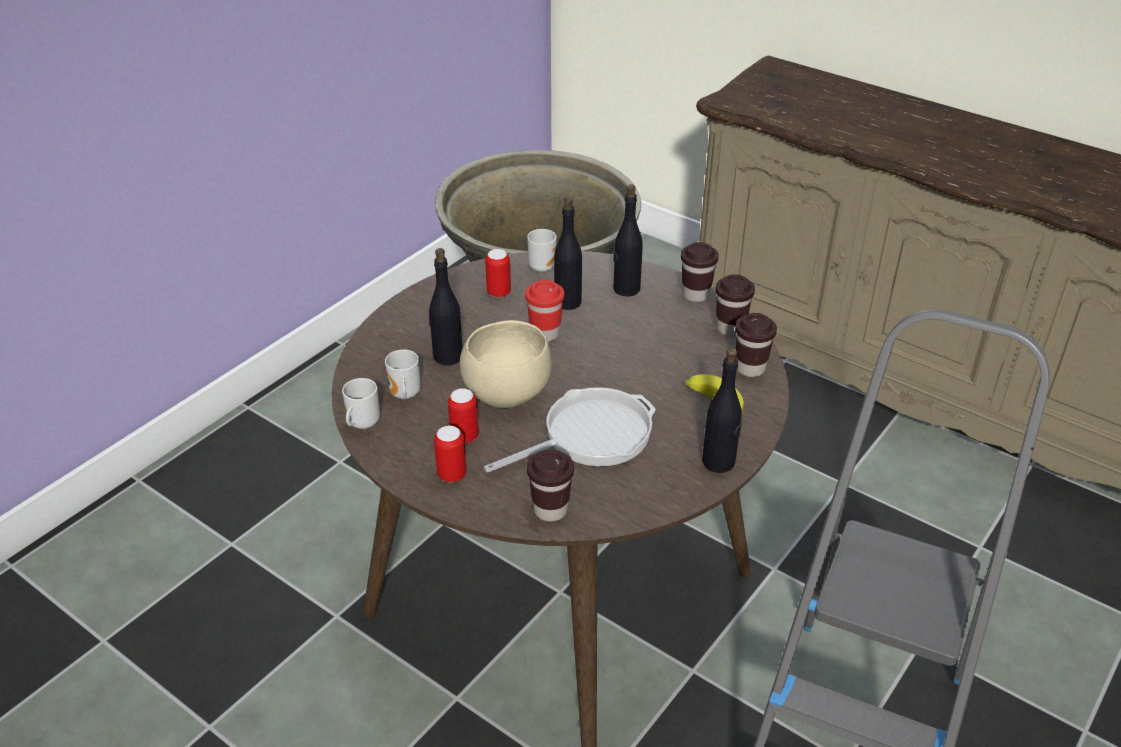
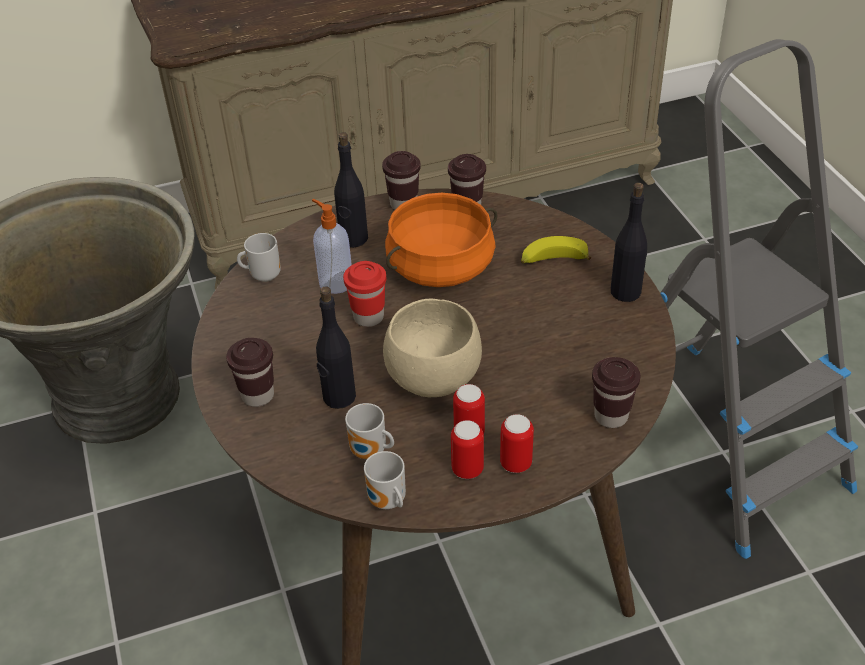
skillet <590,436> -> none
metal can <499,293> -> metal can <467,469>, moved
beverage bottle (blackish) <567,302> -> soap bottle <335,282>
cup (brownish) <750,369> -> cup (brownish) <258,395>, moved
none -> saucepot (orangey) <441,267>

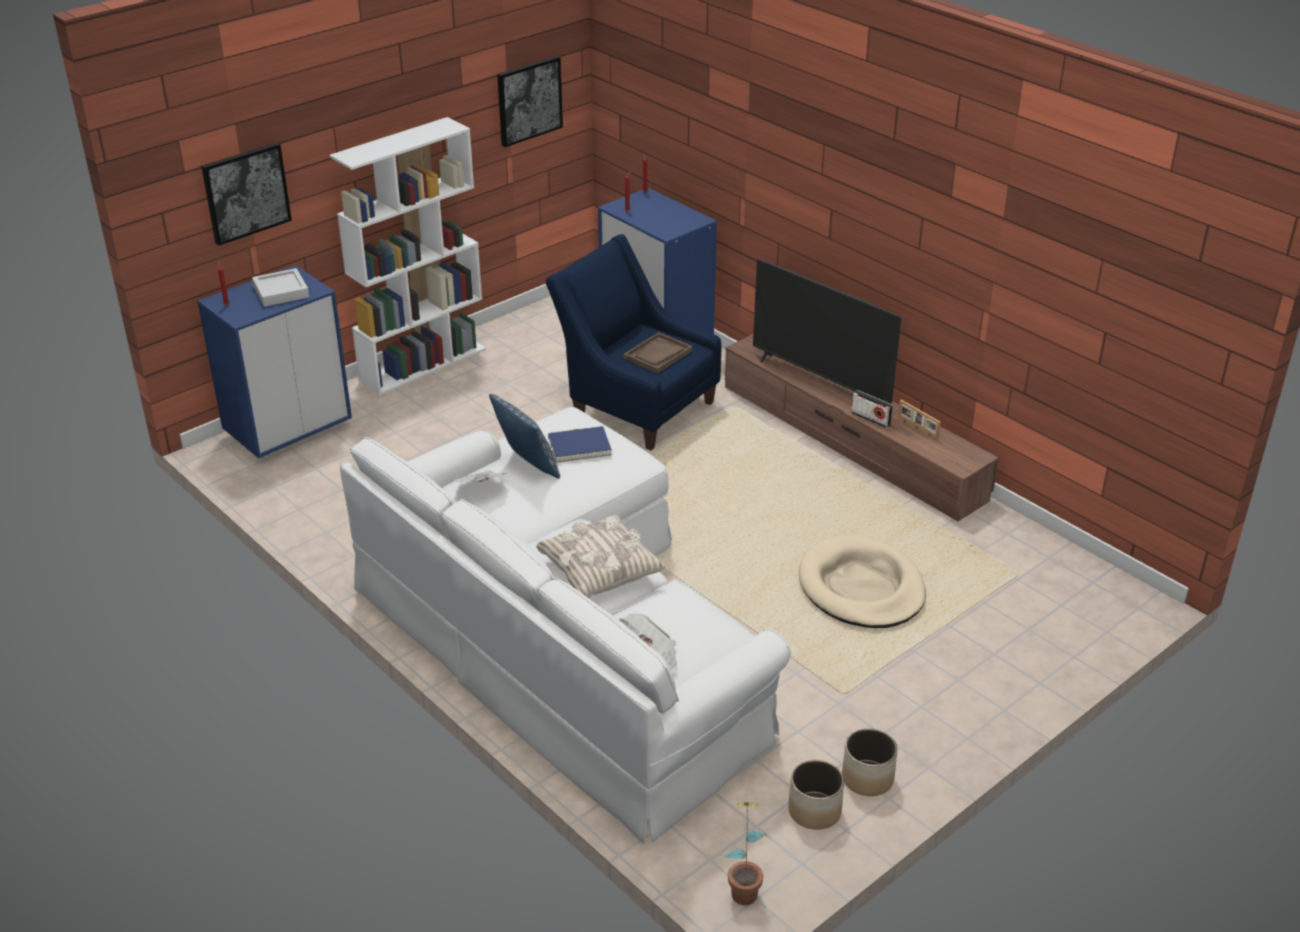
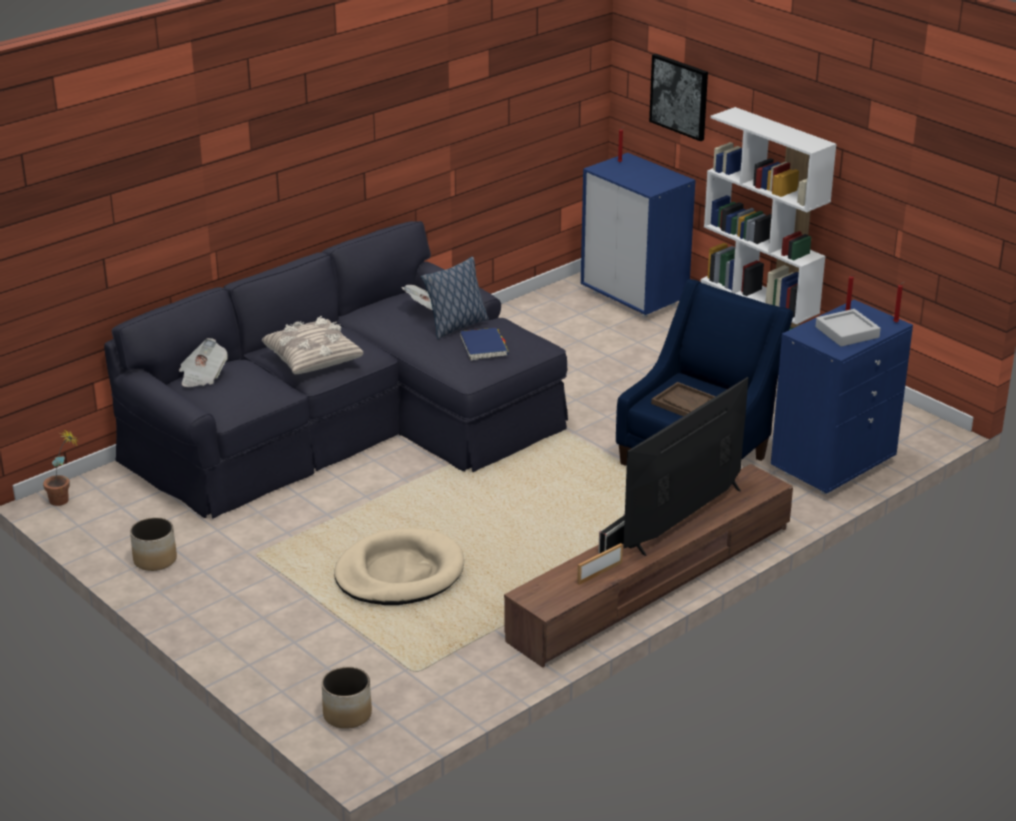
tray (grey) <281,292> -> tray (grey) <847,332>, moved
settee (whitish) <564,636> -> settee (blackish) <351,426>
wall art <529,100> -> none
planter <814,811> -> planter <346,714>, moved

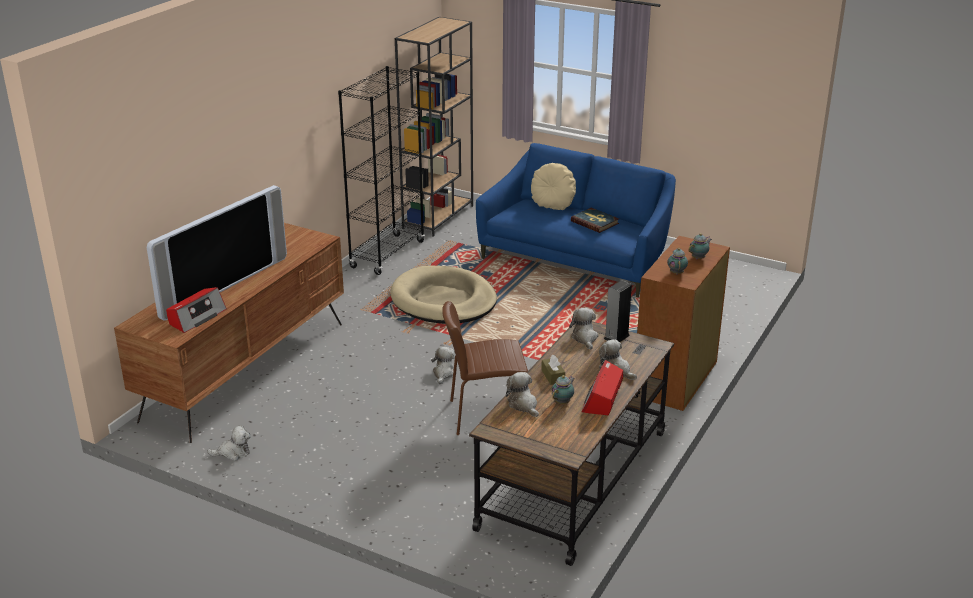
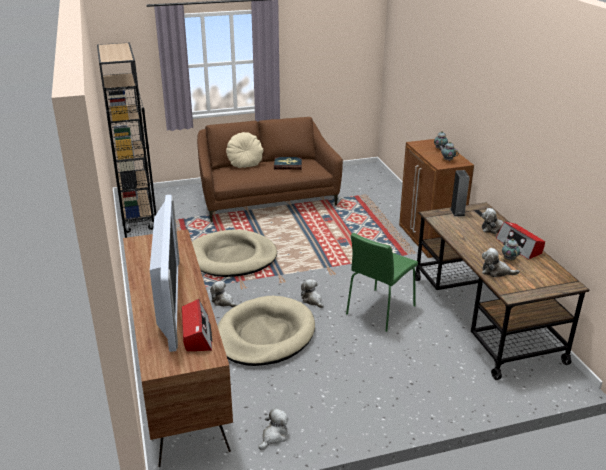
chair (brownish) <485,415> -> chair (green-coloured) <379,311>
settee (blue) <577,258> -> settee (brownish) <266,198>
tissue holder (brownish) <553,376> -> none
soft toy <585,338> -> soft toy <223,302>, moved
none -> dog cushion (beige-coloured) <265,335>

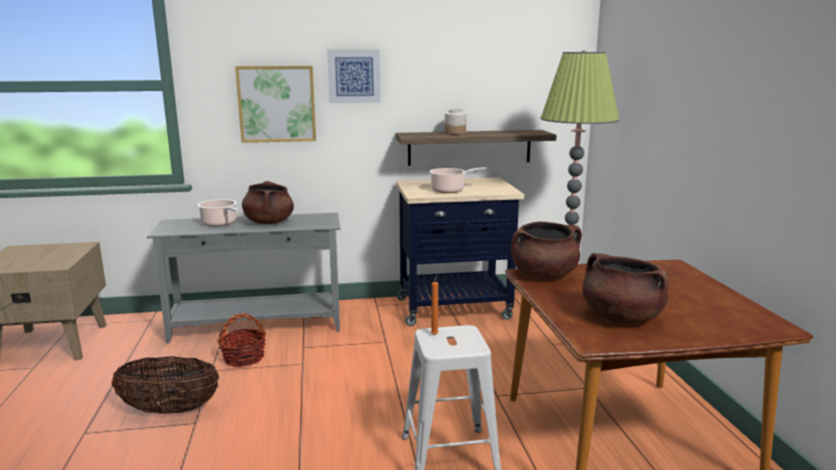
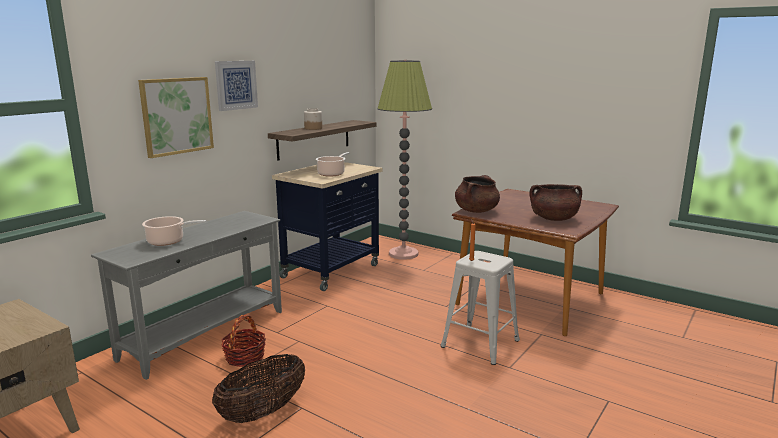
saucepot (brownish) <269,222> -> none

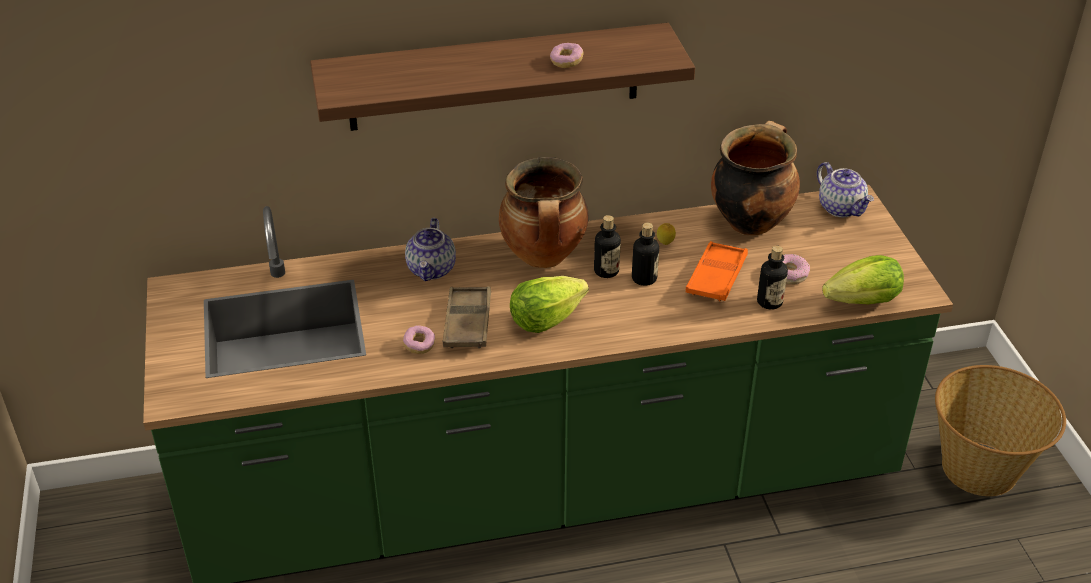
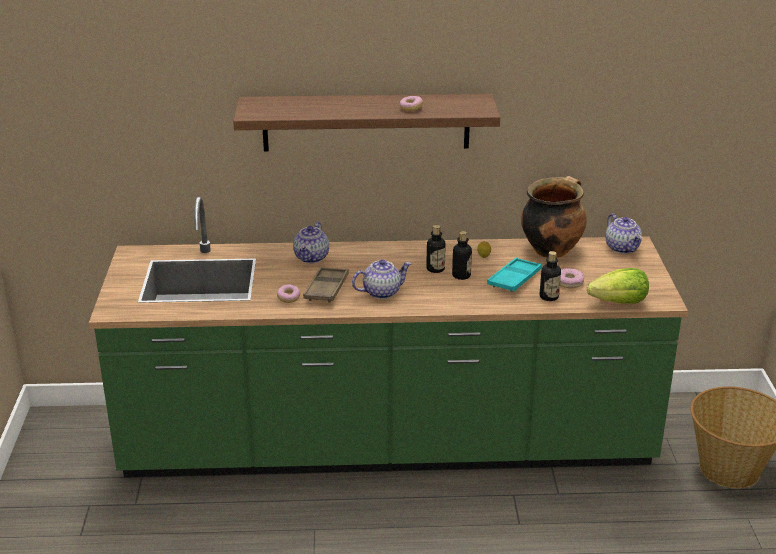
saucepot <544,257> -> none
lettuce head <545,319> -> pot for tea <382,292>
tray (orangey) <716,277> -> tray (turquoise-coloured) <514,279>

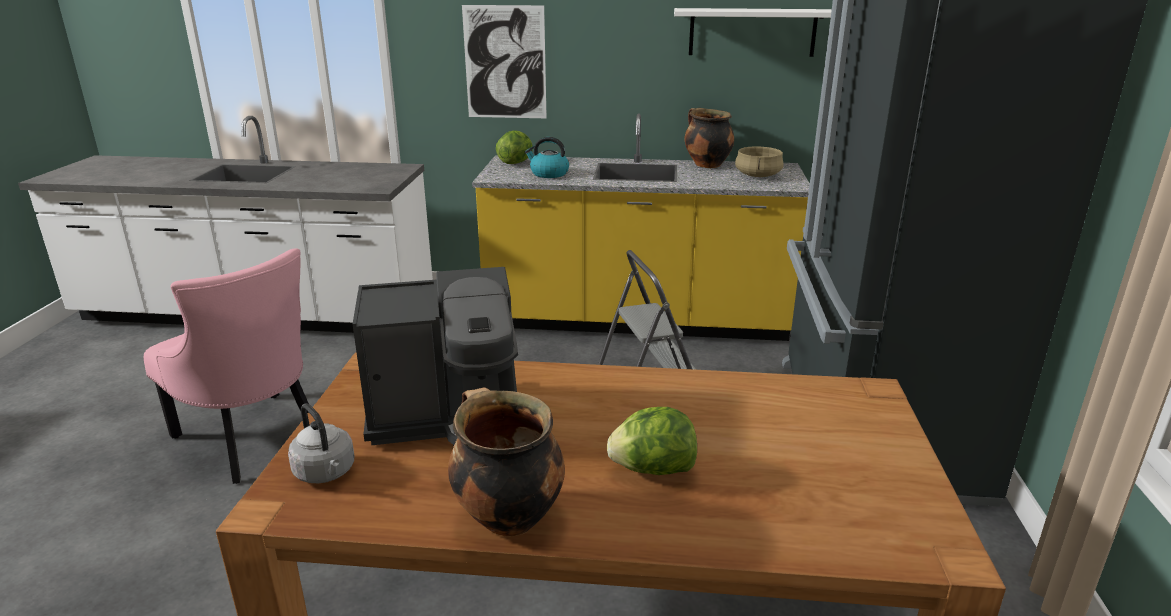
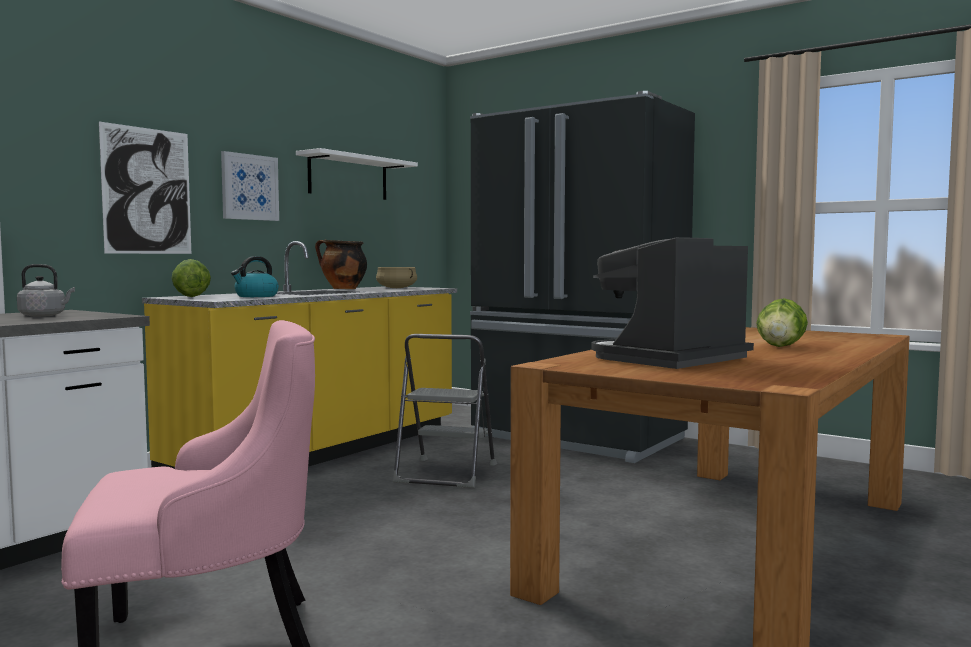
water kettle (grey) <326,473> -> water kettle (grey) <44,315>, moved
coffee maker <449,416> -> coffee maker <670,360>, 150 degrees counterclockwise
saucepot <506,516> -> none
none -> wall art <249,187>

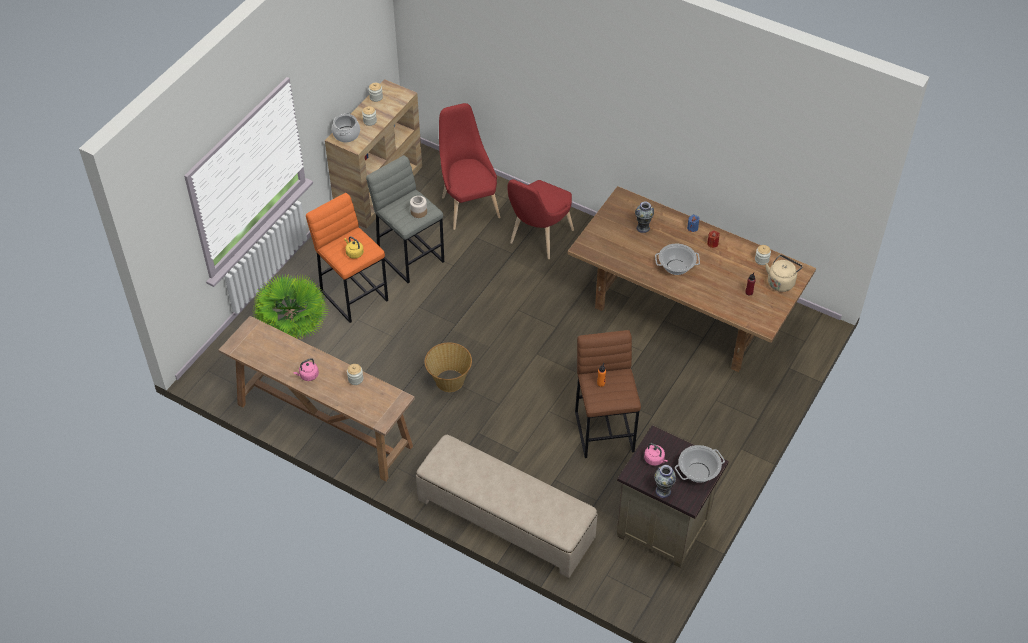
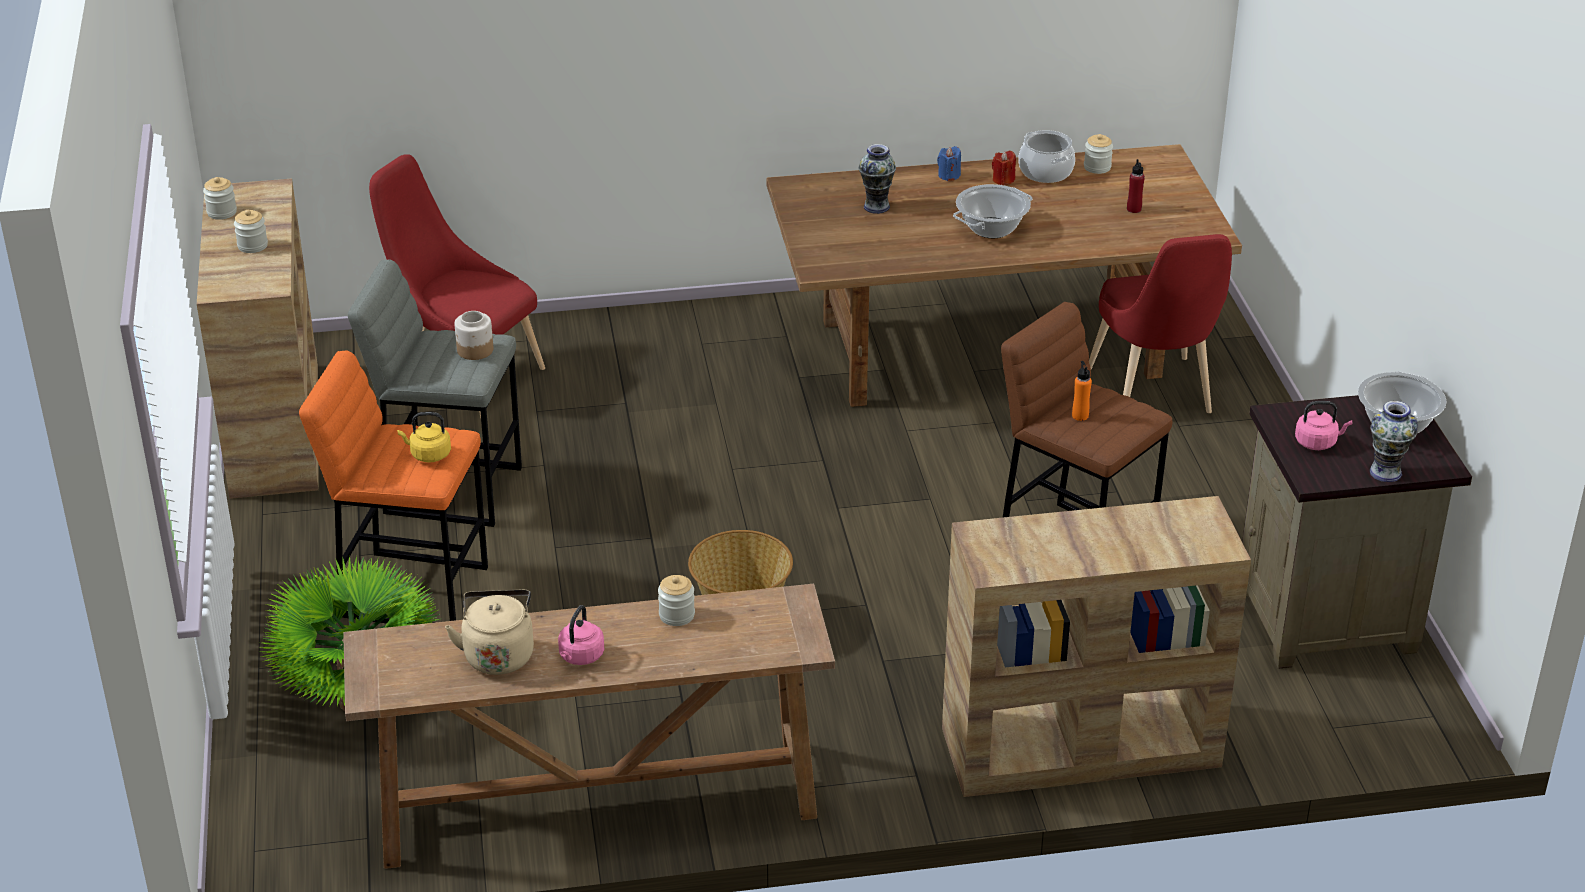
saucepot <346,134> -> saucepot <1046,172>, moved
bench (beige-coloured) <504,518> -> shelving unit (brownish) <1081,749>
chair (red-coloured) <538,239> -> chair (red-coloured) <1153,396>, moved
water kettle (beige-coloured) <781,282> -> water kettle (beige-coloured) <498,654>, moved

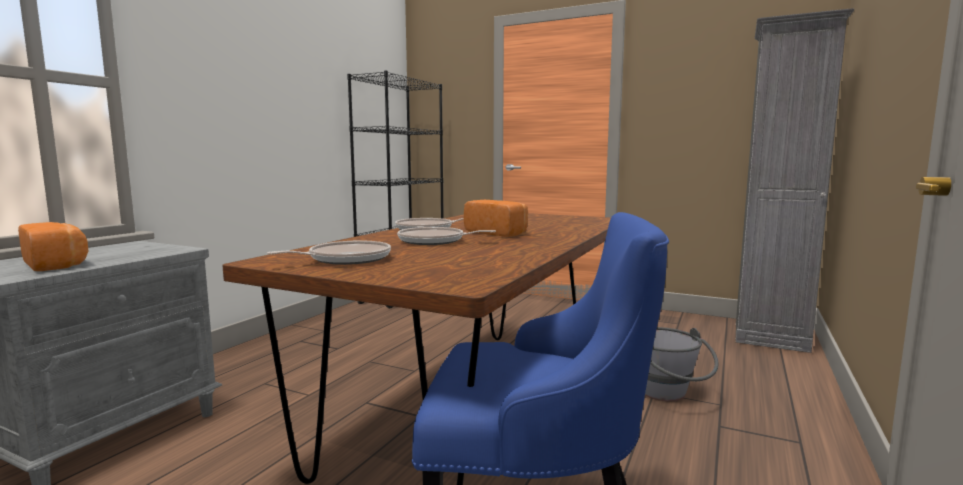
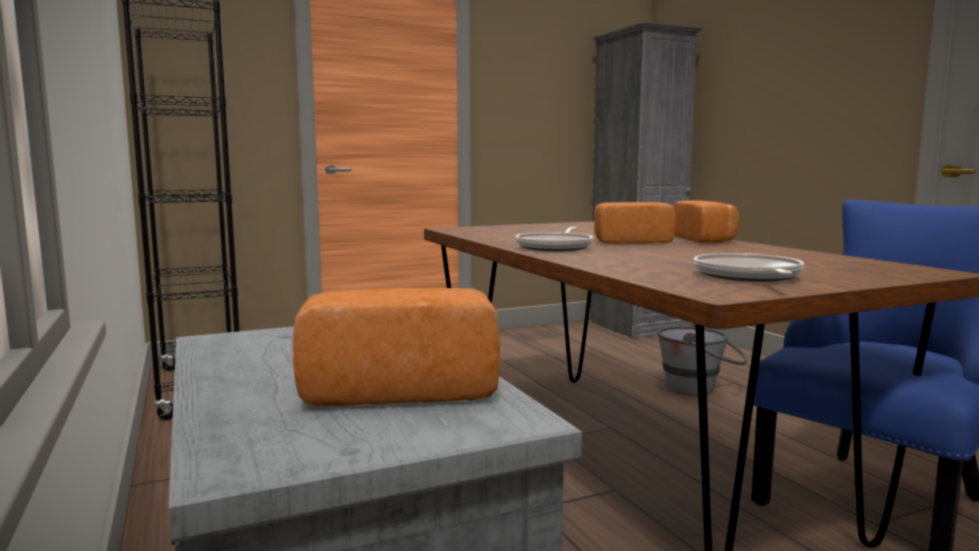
skillet <434,241> -> none
none -> bakery bread <705,240>

